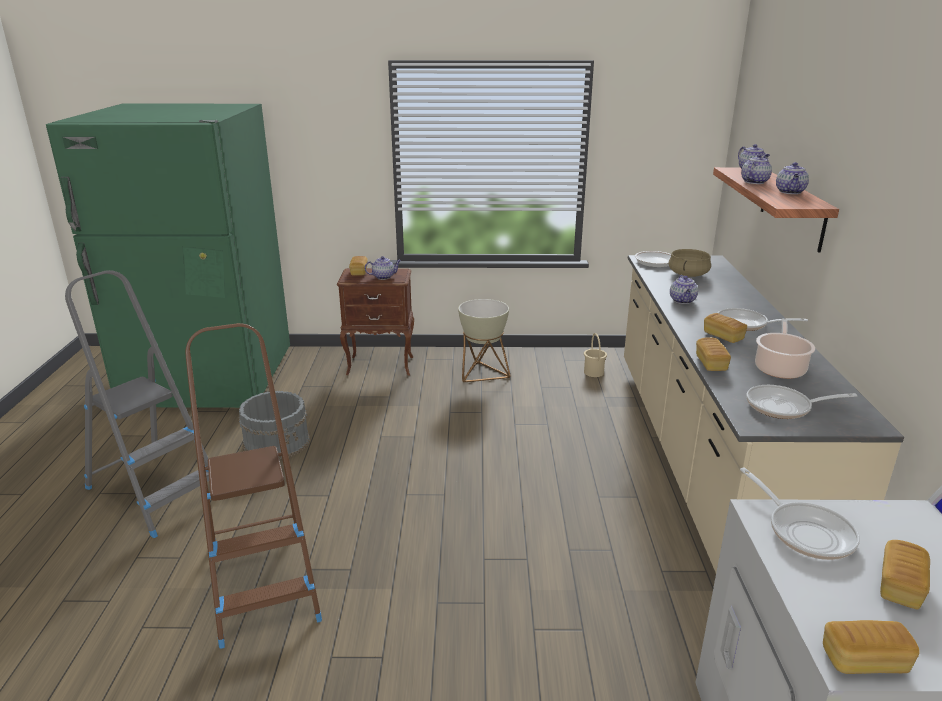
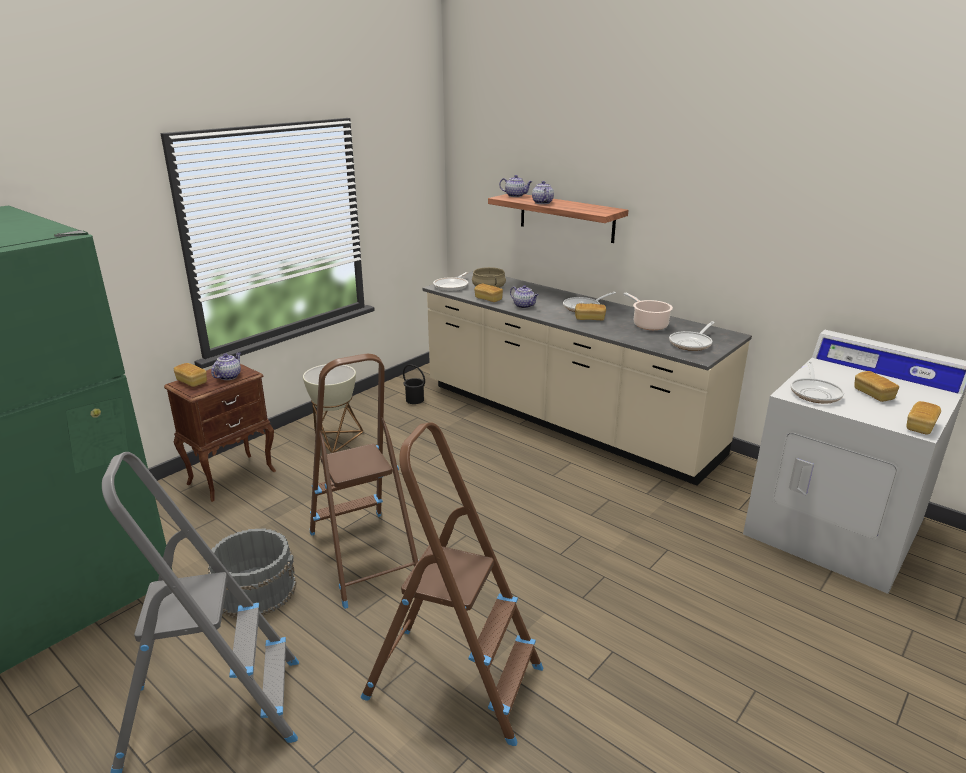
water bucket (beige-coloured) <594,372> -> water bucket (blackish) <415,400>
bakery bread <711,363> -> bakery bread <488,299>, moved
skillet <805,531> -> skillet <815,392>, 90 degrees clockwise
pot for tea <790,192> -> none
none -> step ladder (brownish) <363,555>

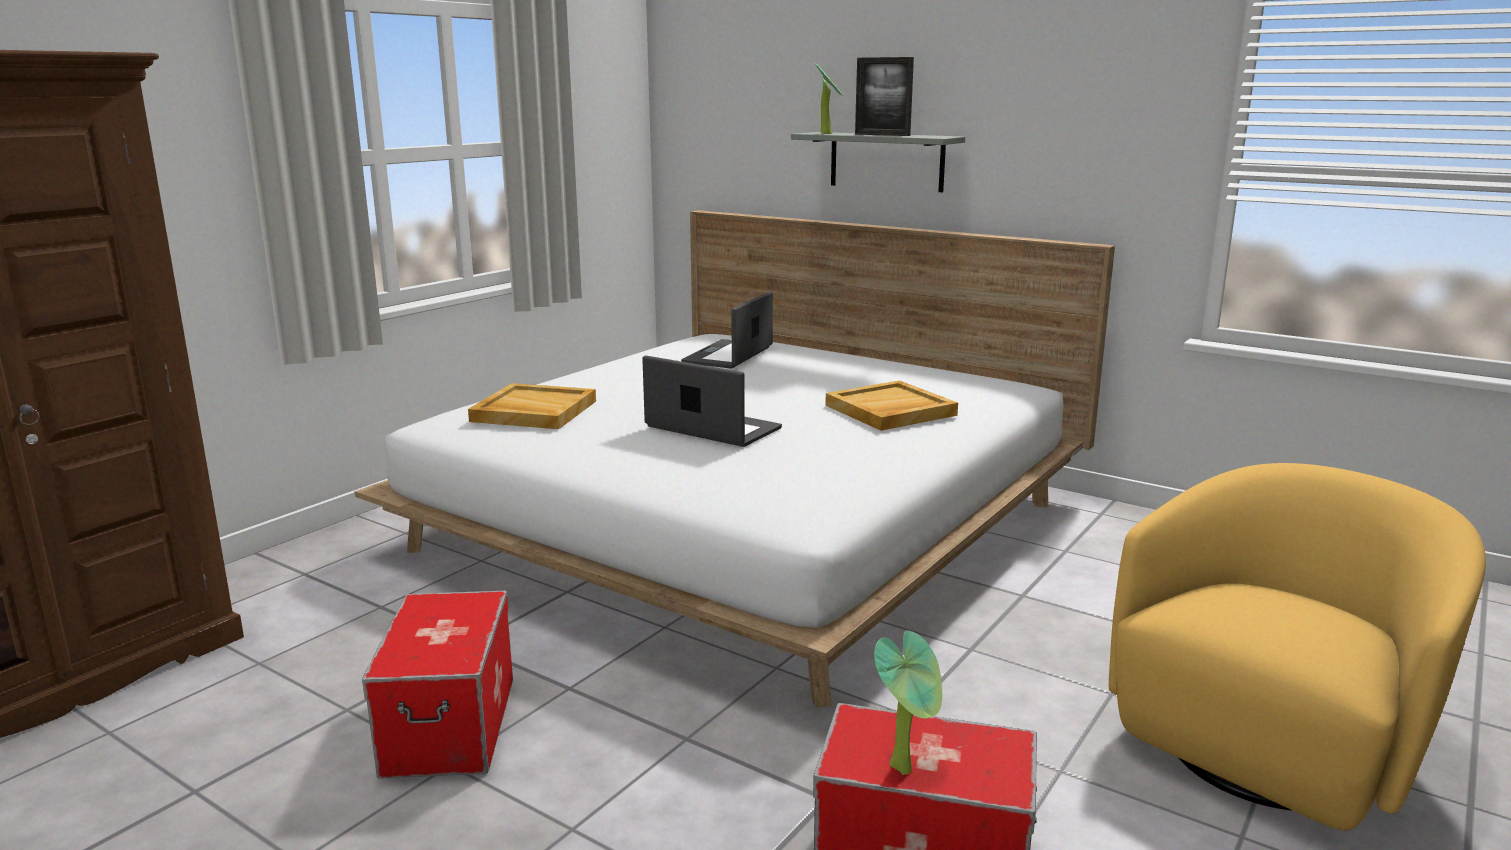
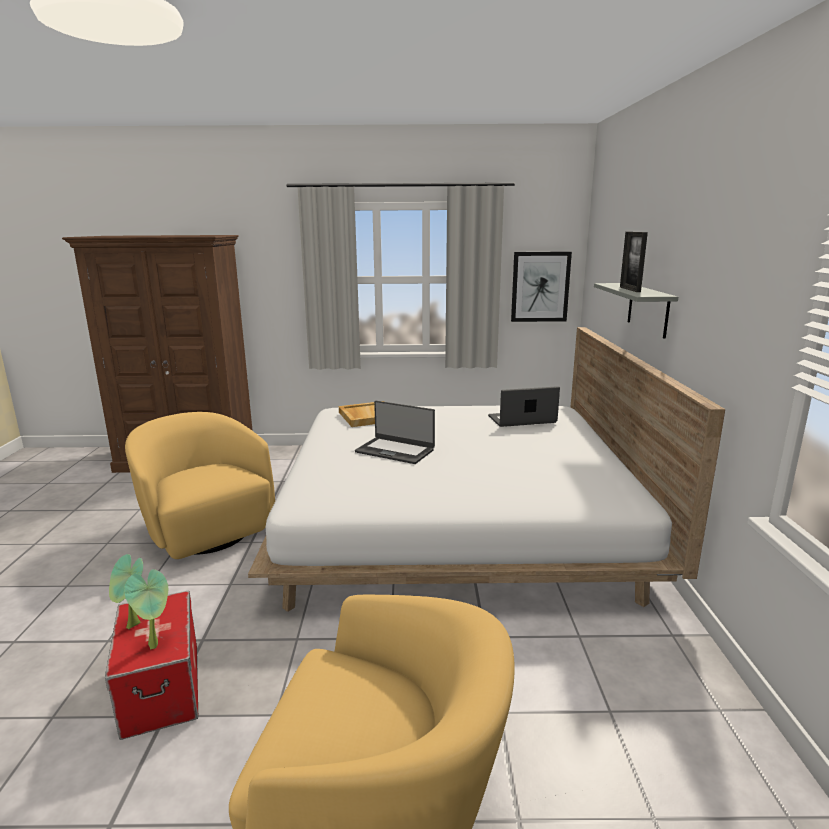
storage bin <449,725> -> lounge chair (yellowish) <205,530>
laptop <712,428> -> laptop <395,450>, 120 degrees clockwise
potted plant <827,133> -> potted plant <156,645>, moved
tray (beige-coloured) <890,410> -> none
none -> wall art <540,287>

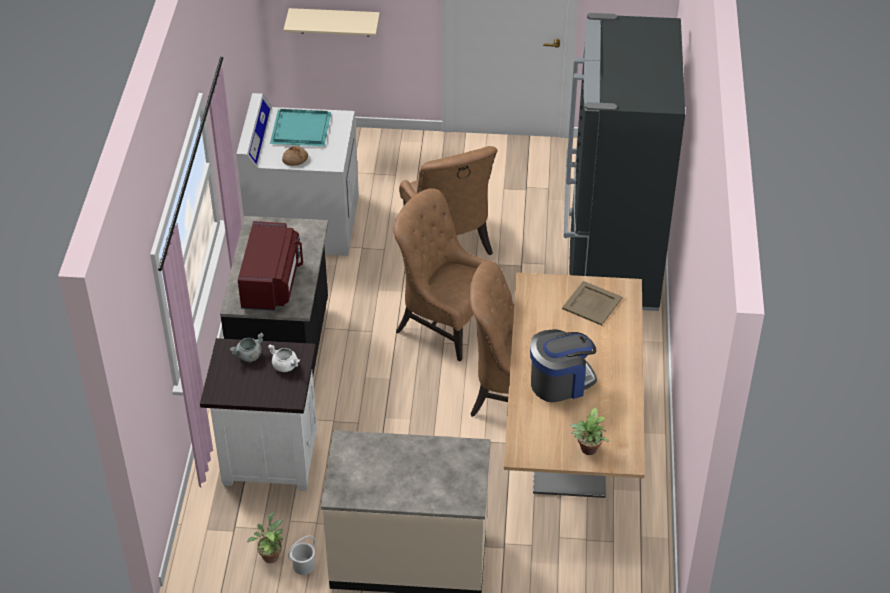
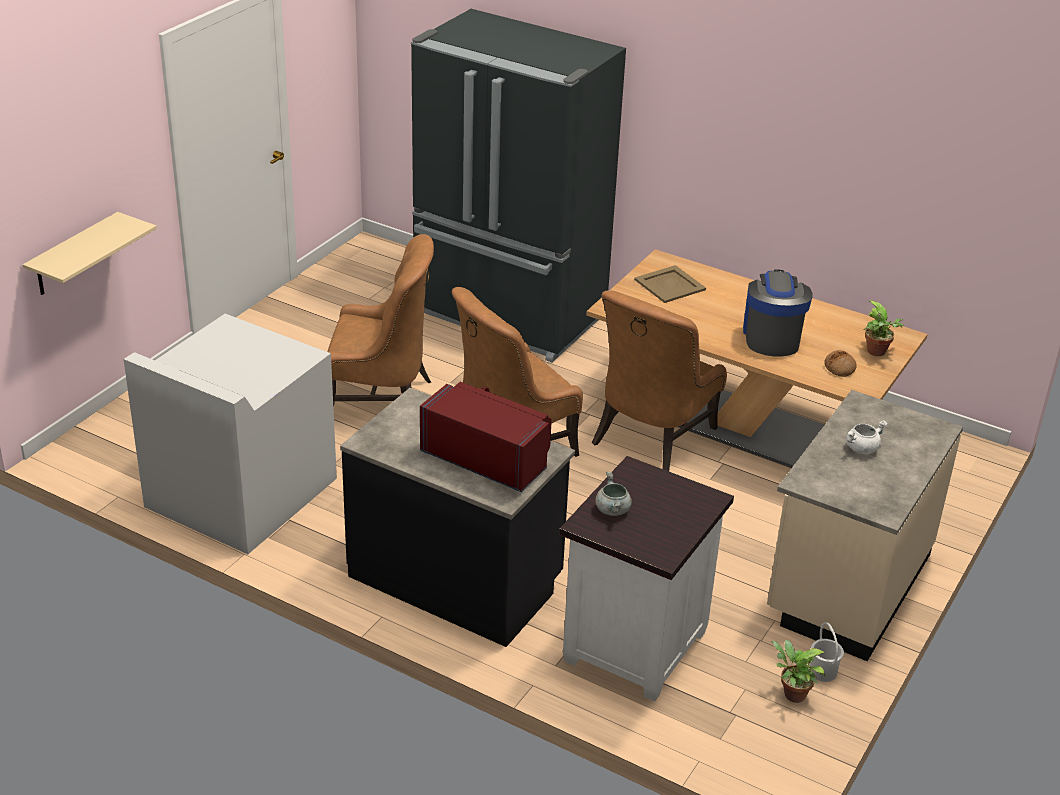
saucepot (whitish) <285,366> -> saucepot (whitish) <861,448>, moved
tray (turquoise-coloured) <300,129> -> none
bakery bread <295,159> -> bakery bread <839,368>, moved

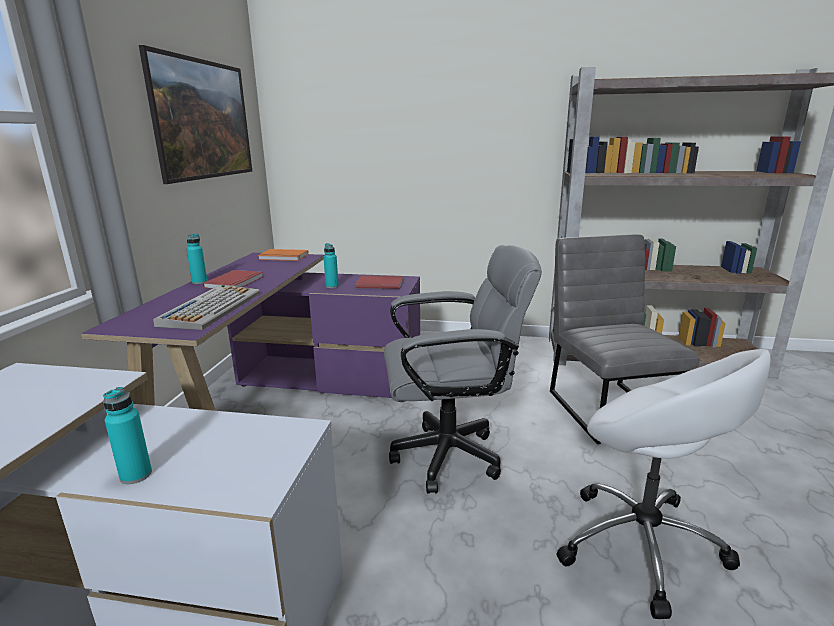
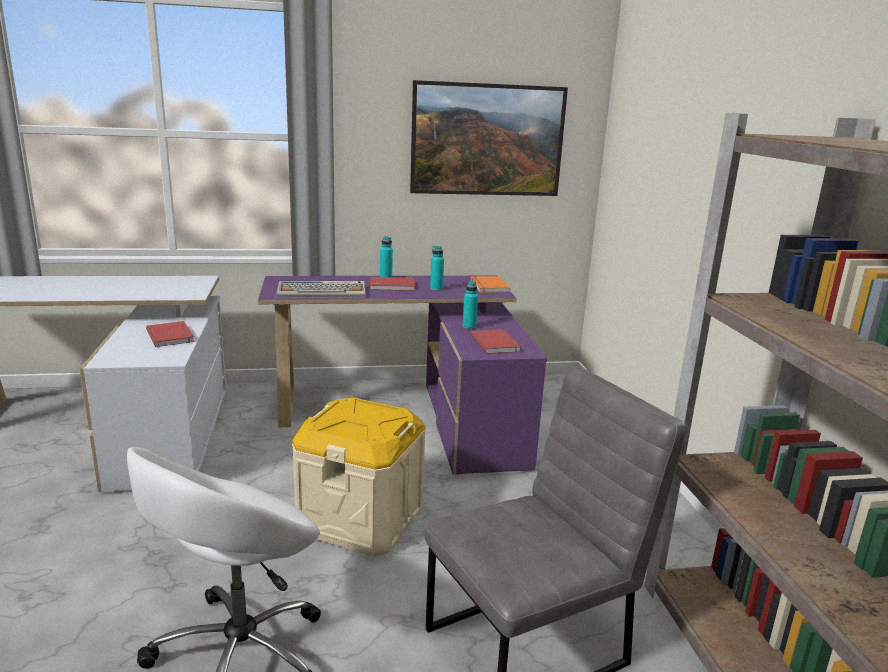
beverage bottle (turquoise-coloured) <136,475> -> beverage bottle (turquoise-coloured) <436,289>, moved
computer chair (grey) <453,455> -> storage bin (beige-coloured) <360,518>
none -> volume (red-coloured) <172,336>

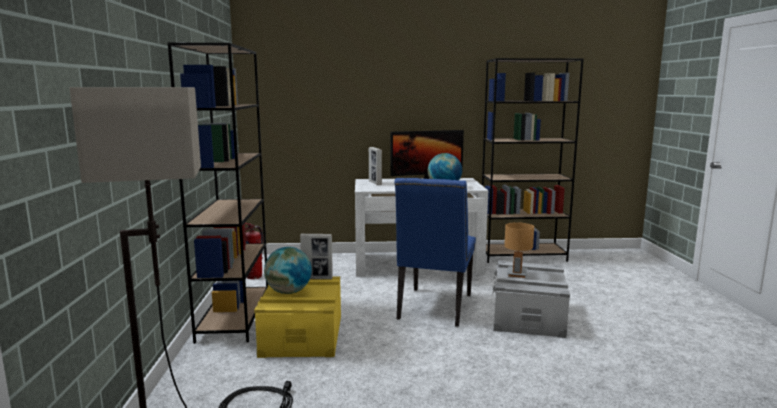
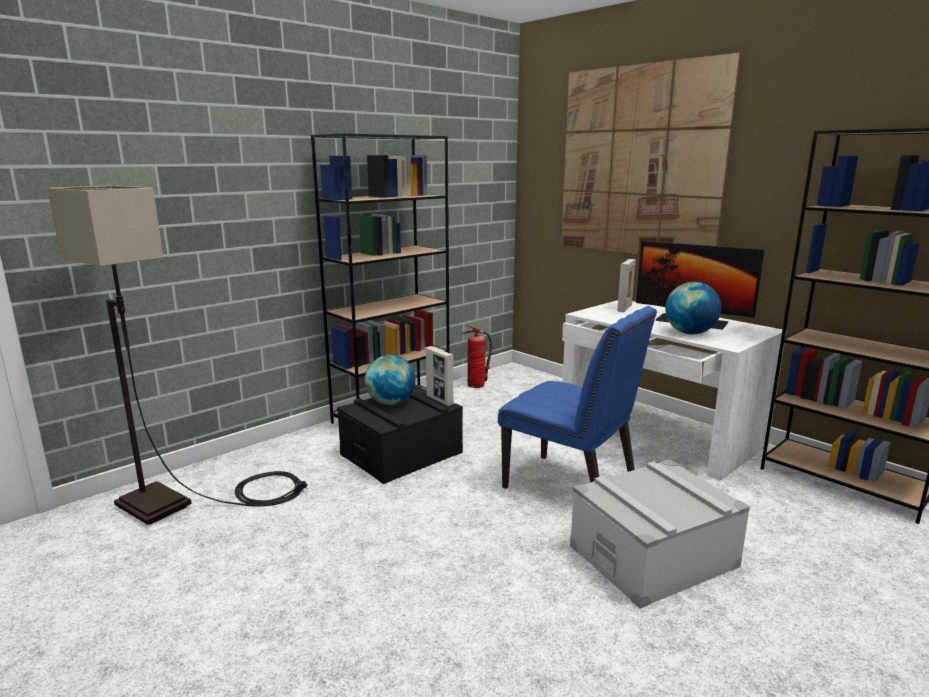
storage bin (yellowish) <302,335> -> storage bin (blackish) <401,453>
chair (blue) <434,306> -> chair (blue) <568,486>, 120 degrees counterclockwise
table lamp (brownish) <516,273> -> none
none -> wall art <639,162>

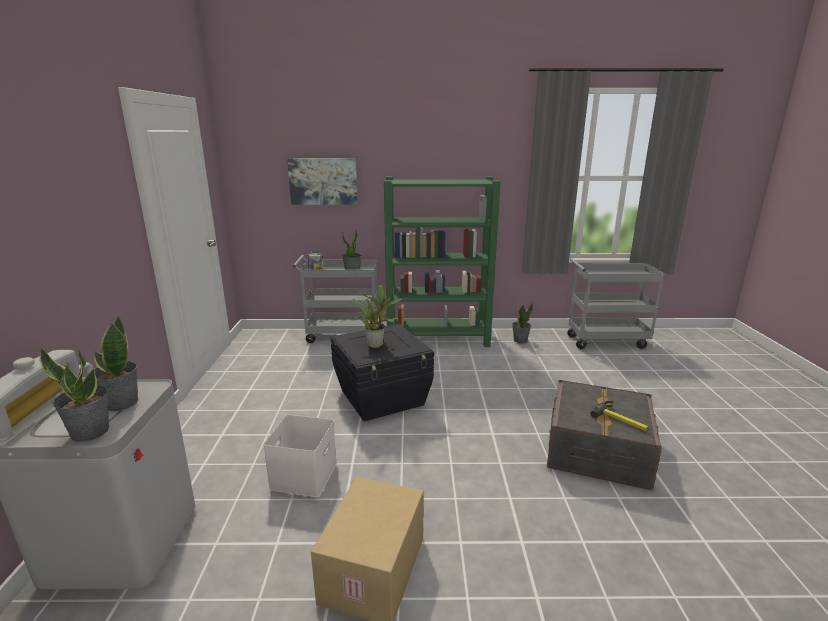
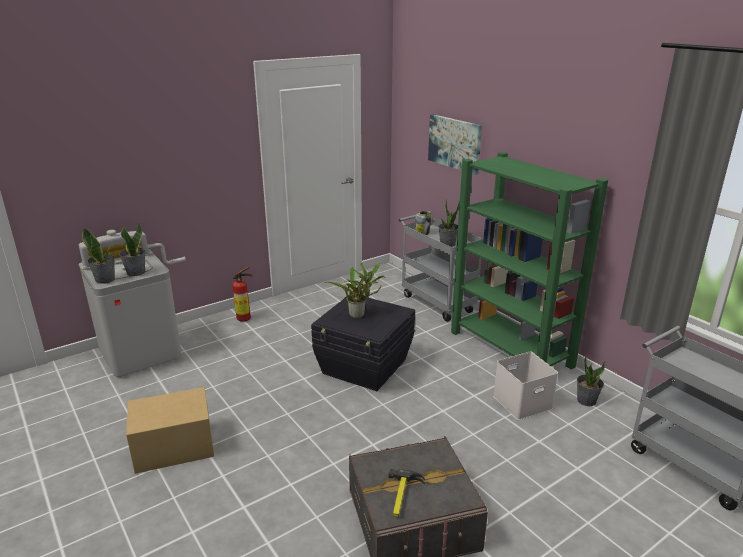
storage bin (whitish) <303,475> -> storage bin (whitish) <522,401>, moved
none -> fire extinguisher <246,318>

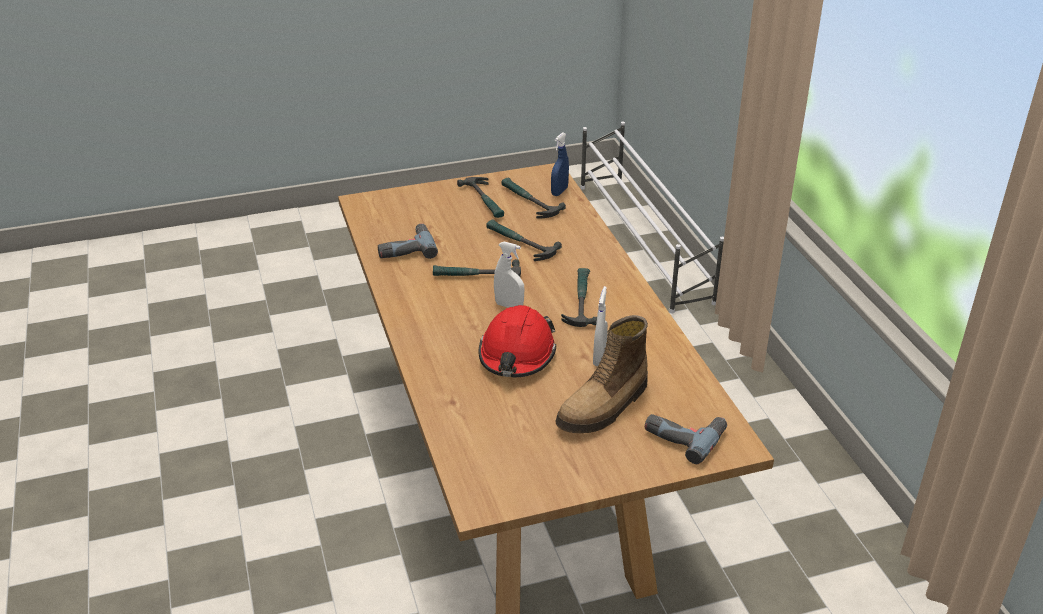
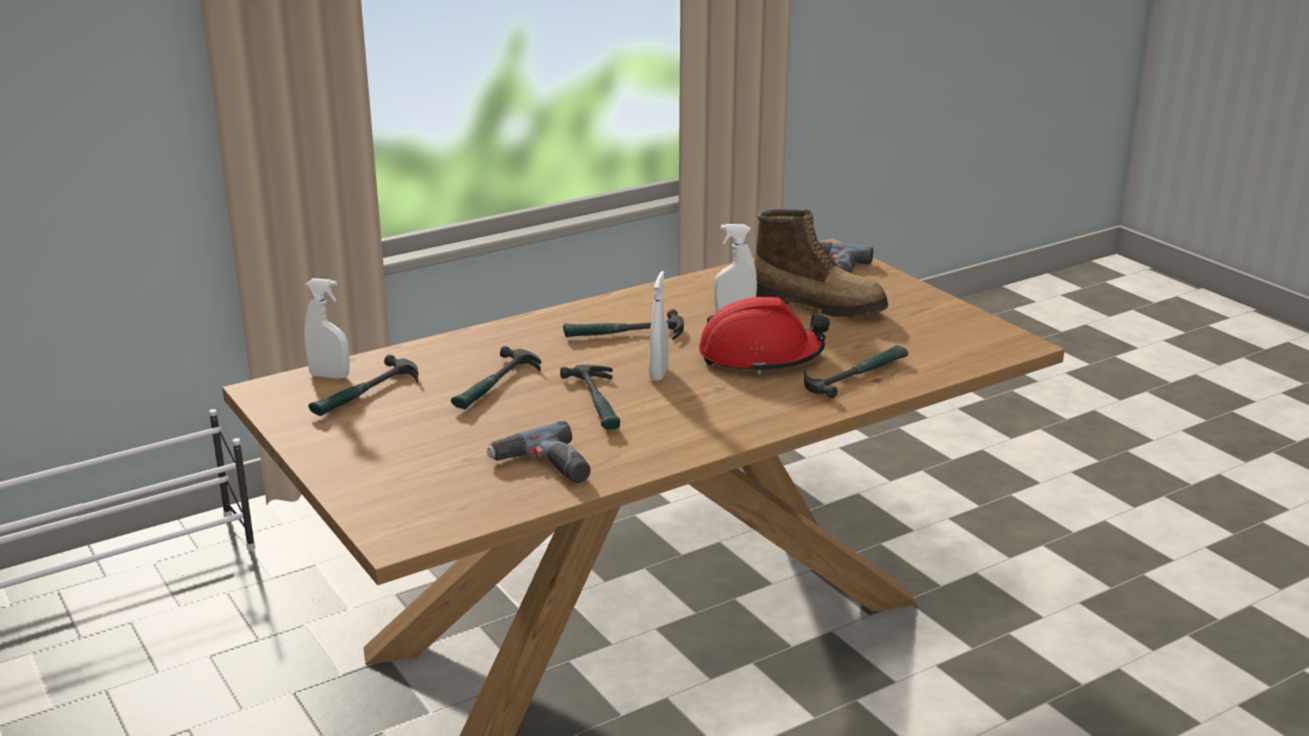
hammer <485,201> -> hammer <855,376>, moved
spray bottle (blue) <559,191> -> spray bottle (whitish) <329,376>

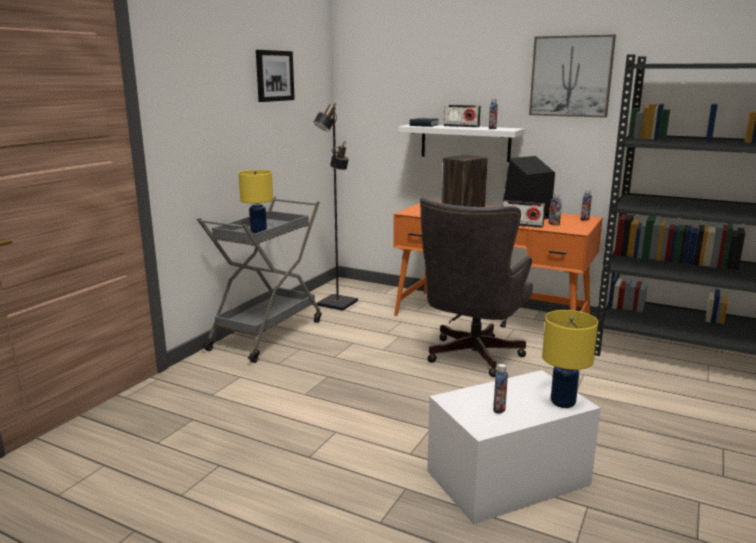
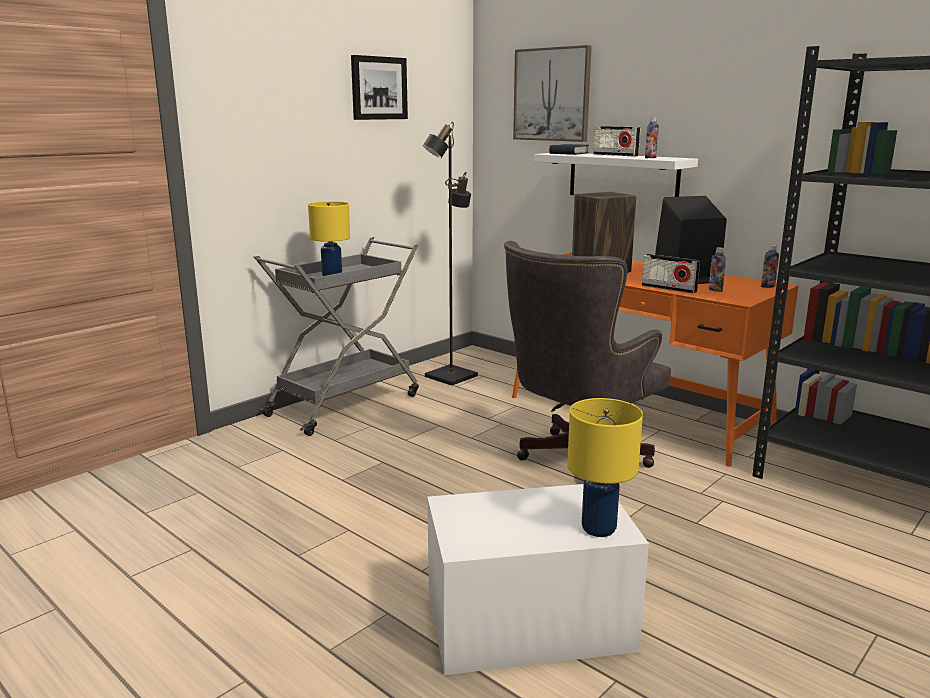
beverage bottle <499,409> -> none
wall art <571,76> -> wall art <552,94>, moved

